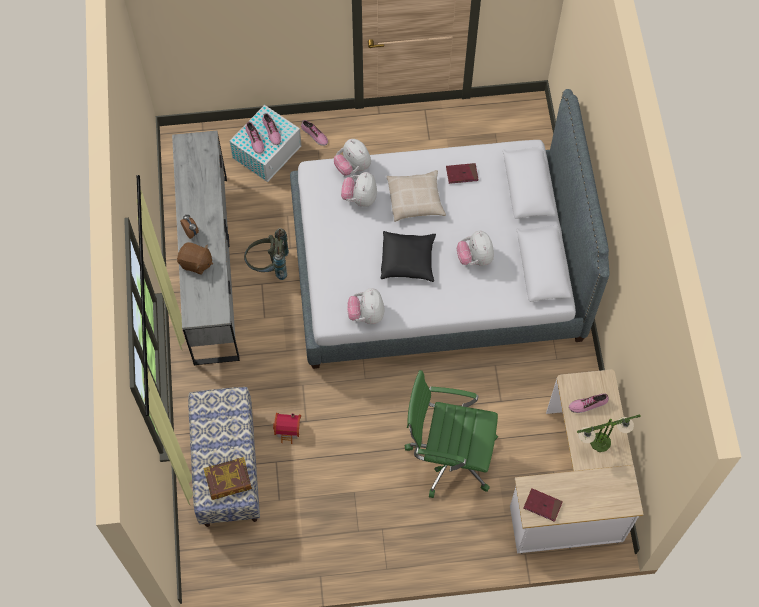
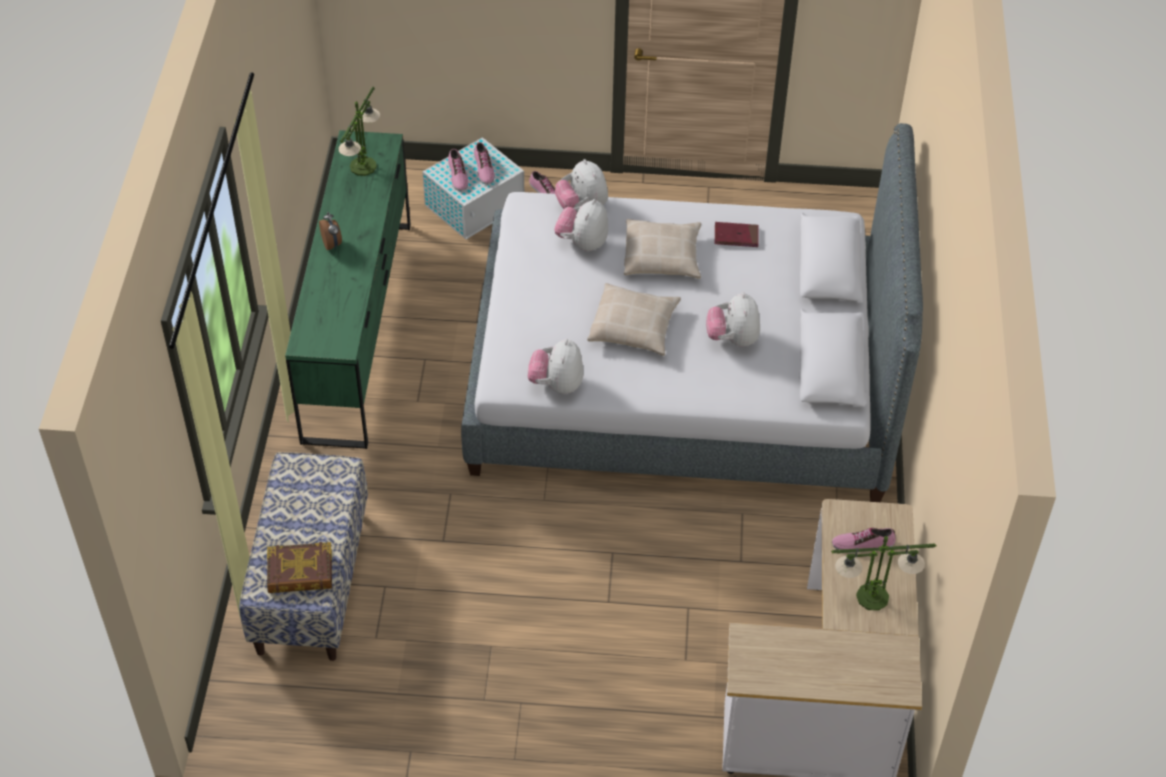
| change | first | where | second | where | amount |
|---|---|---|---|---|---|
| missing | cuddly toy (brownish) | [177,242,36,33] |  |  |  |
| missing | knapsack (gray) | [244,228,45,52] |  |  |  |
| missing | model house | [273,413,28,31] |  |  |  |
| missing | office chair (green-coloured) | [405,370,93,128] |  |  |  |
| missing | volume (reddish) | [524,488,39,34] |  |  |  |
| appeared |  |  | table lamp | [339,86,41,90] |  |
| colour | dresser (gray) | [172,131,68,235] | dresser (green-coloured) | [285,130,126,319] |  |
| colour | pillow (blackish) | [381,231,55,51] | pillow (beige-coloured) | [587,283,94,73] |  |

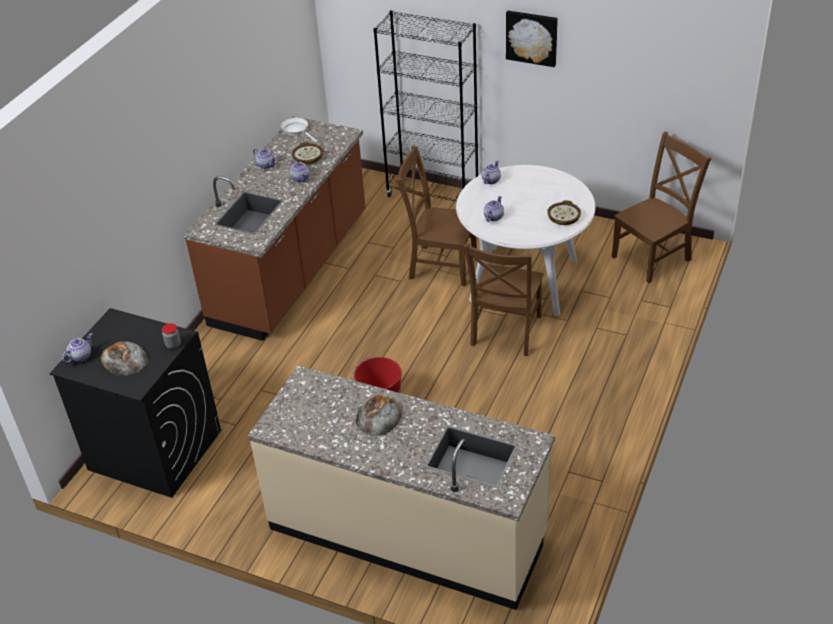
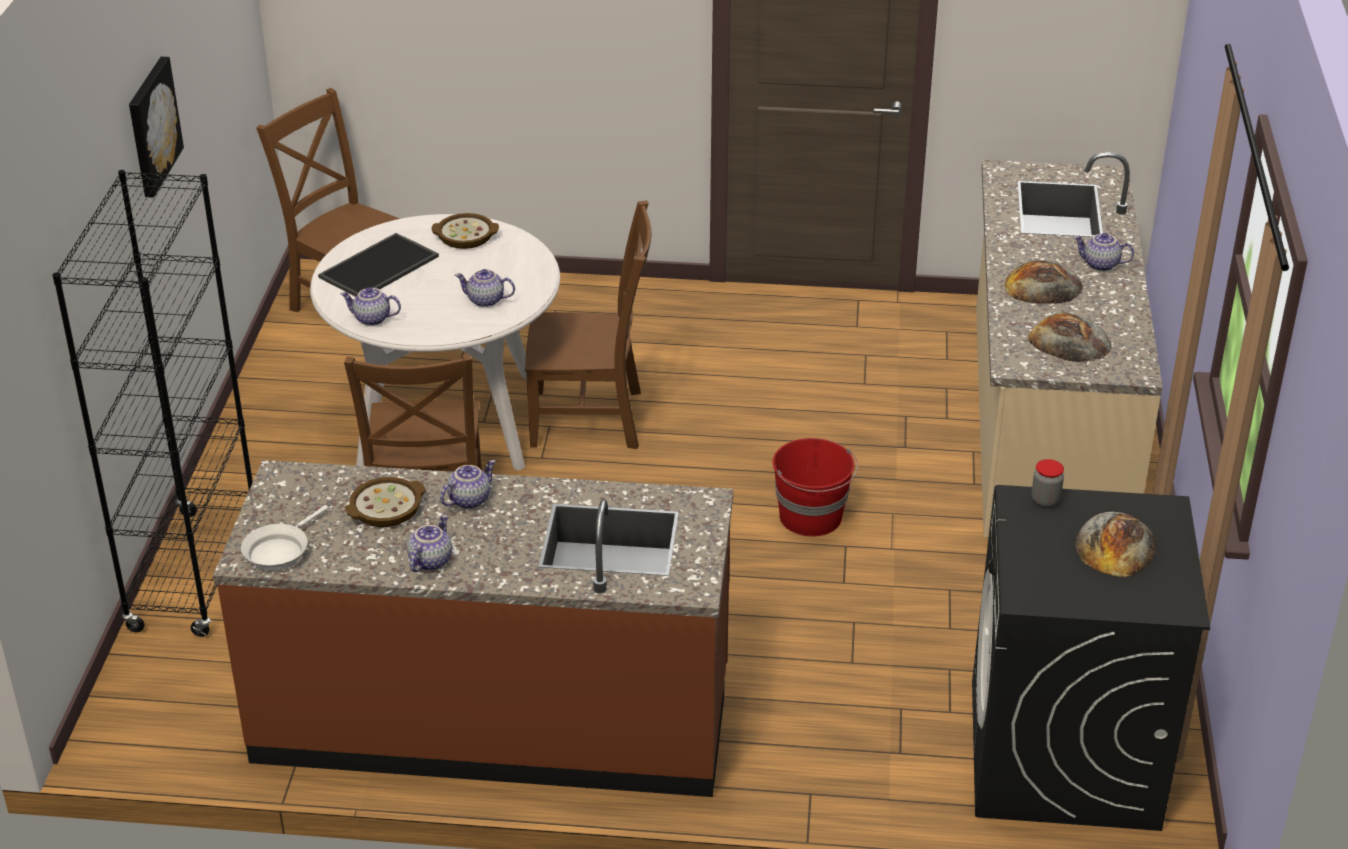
| change | first | where | second | where | amount |
|---|---|---|---|---|---|
| appeared |  |  | tray | [318,233,121,64] |  |
| appeared |  |  | bakery bread | [1028,313,84,49] |  |
| relocated | tea pot | [62,333,30,30] |  | [1074,233,60,38] |  |

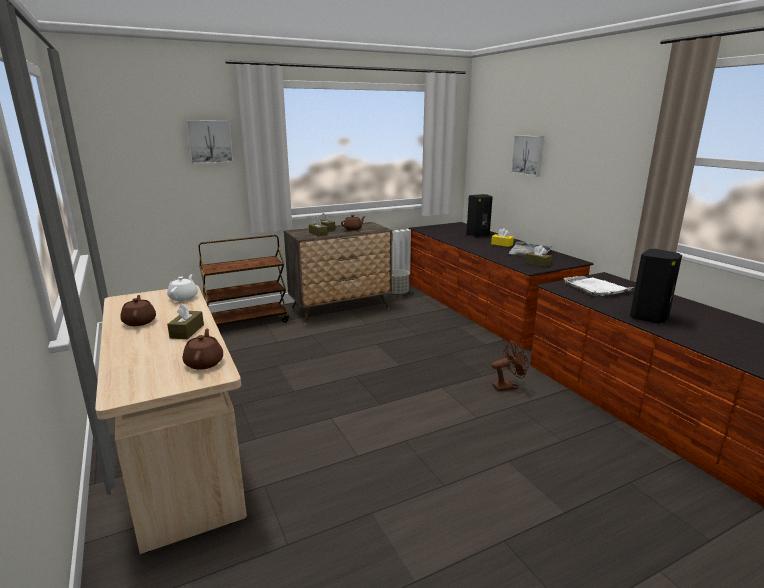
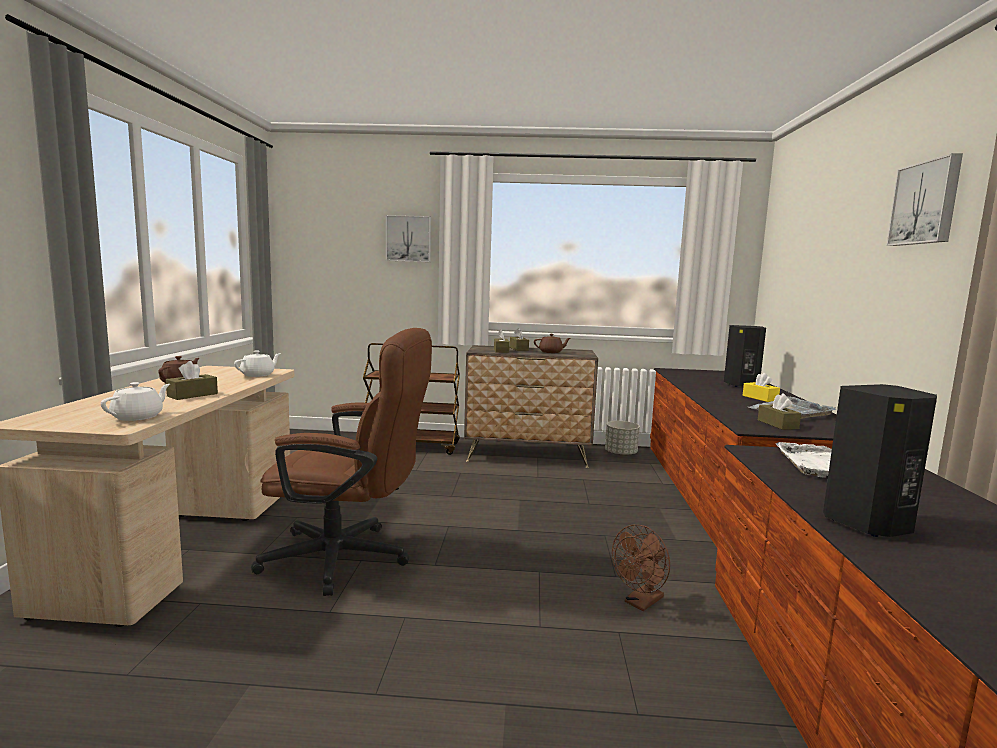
| change | first | where | second | where | amount |
|---|---|---|---|---|---|
| appeared |  |  | office chair (brownish) | [251,328,181,268] |  |
| relocated | picture | [511,135,33,41] |  | [887,153,76,93] |  |
| colour | tea pot (brownish) | [182,329,41,41] | tea pot (white-coloured) | [101,382,69,39] |  |
| spun | cooling fan (brownish) | [492,341,37,50] |  | [612,524,58,87] | 120 degrees clockwise |

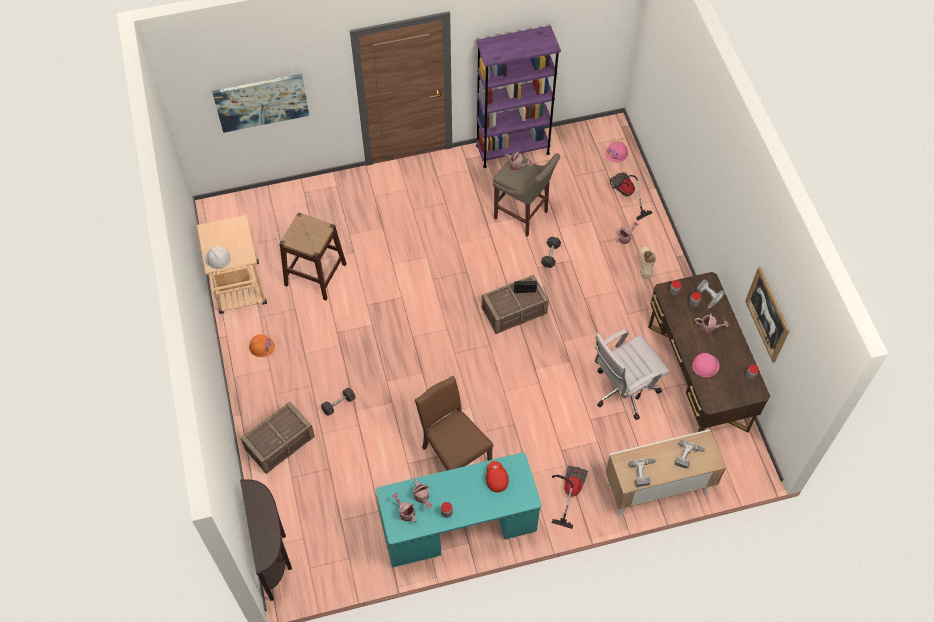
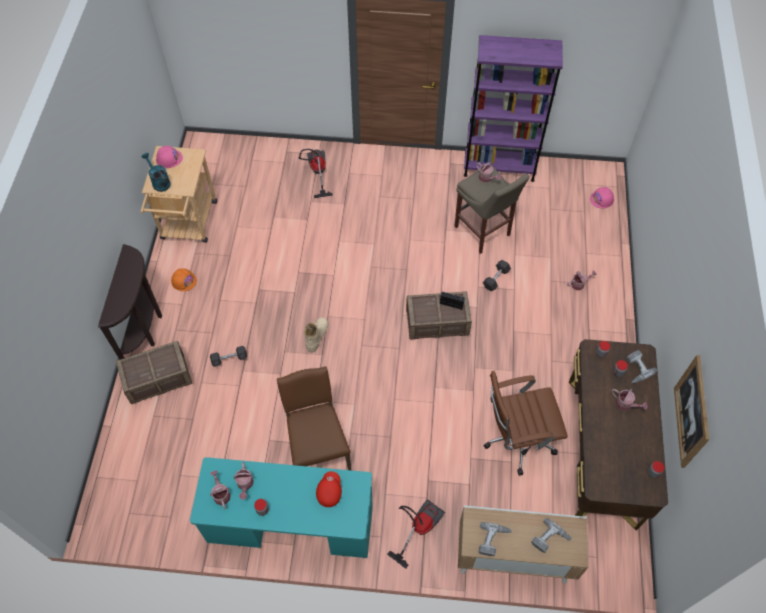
| change | first | where | second | where | amount |
|---|---|---|---|---|---|
| missing | picture | [212,74,97,59] |  |  |  |
| missing | stool (brownish) | [280,212,67,89] |  |  |  |
| relocated | narrow table (brownish) | [240,479,52,122] |  | [98,244,64,116] |  |
| relocated | vacuum cleaner | [609,172,44,49] |  | [299,149,34,49] |  |
| relocated | tall boot (beige-coloured) | [638,246,18,33] |  | [304,317,24,36] |  |
| relocated | safety helmet (pink) | [692,353,28,24] |  | [156,146,27,22] |  |
| exchanged | safety helmet (white-coloured) | [205,246,26,23] | sprinkling can (blue-green) | [142,153,29,39] |  |
| colour | office chair (white-coloured) | [595,329,75,91] | office chair (brownish) | [484,371,84,105] |  |

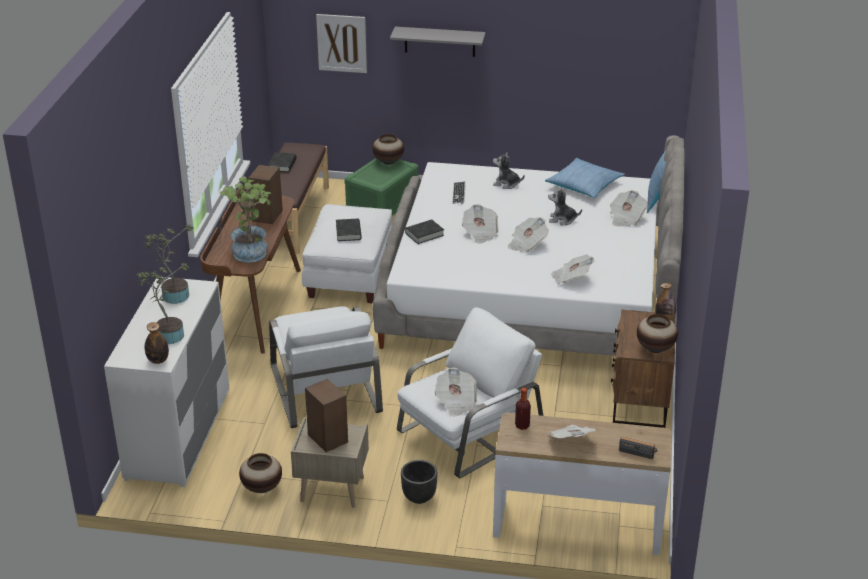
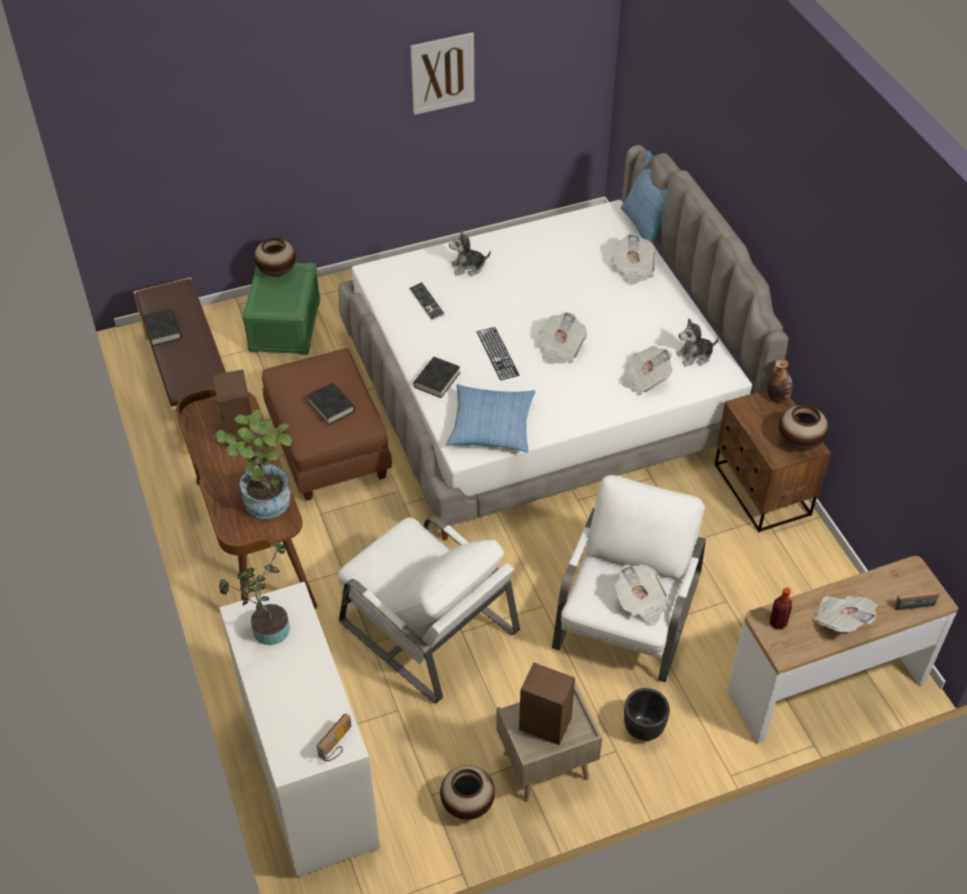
| change | first | where | second | where | amount |
|---|---|---|---|---|---|
| missing | houseplant | [136,263,53,81] |  |  |  |
| missing | shelf (gray) | [390,27,96,30] |  |  |  |
| relocated | picture | [316,14,51,59] |  | [410,32,64,83] |  |
| relocated | pillow | [545,158,80,40] |  | [446,384,89,69] |  |
| relocated | cuddly toy | [548,187,34,38] |  | [676,319,43,48] |  |
| exchanged | beverage bottle | [145,322,24,42] | radio receiver | [317,714,34,47] |  |
| exchanged | daily paper | [462,204,36,40] | keyboard | [476,327,43,54] |  |
| colour | footrest (white-coloured) | [302,204,90,99] | footrest (brownish) | [262,348,130,153] |  |

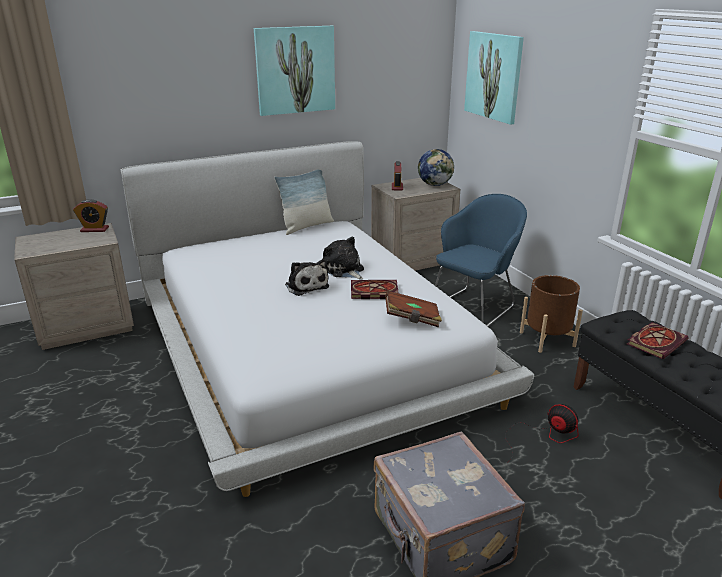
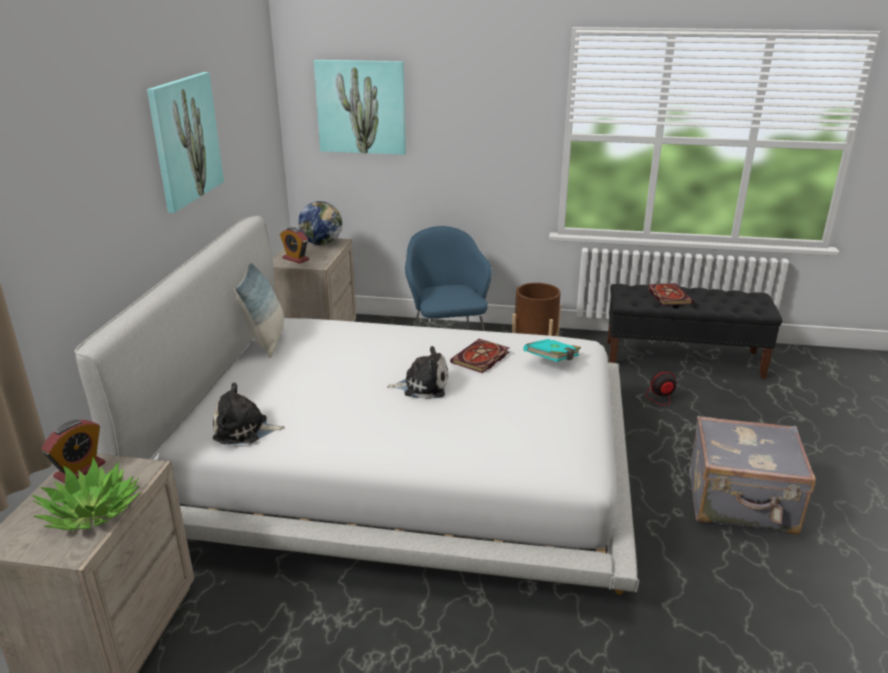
| change | first | where | second | where | amount |
|---|---|---|---|---|---|
| appeared |  |  | houseplant | [31,457,109,73] |  |
| relocated | cuddly toy | [323,237,41,43] |  | [213,382,72,62] |  |
| colour | volume (brownish) | [385,291,57,36] | volume (blue-green) | [524,339,57,23] |  |

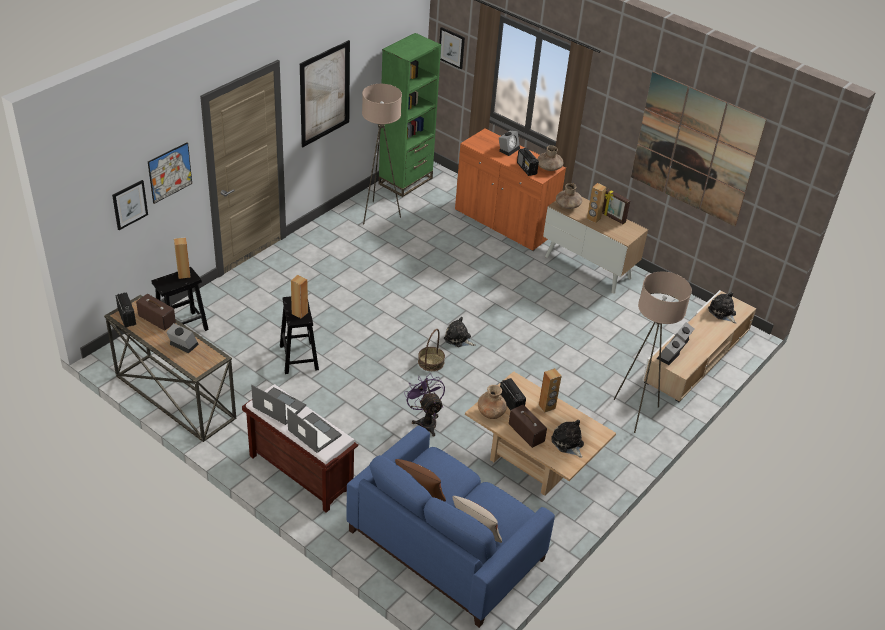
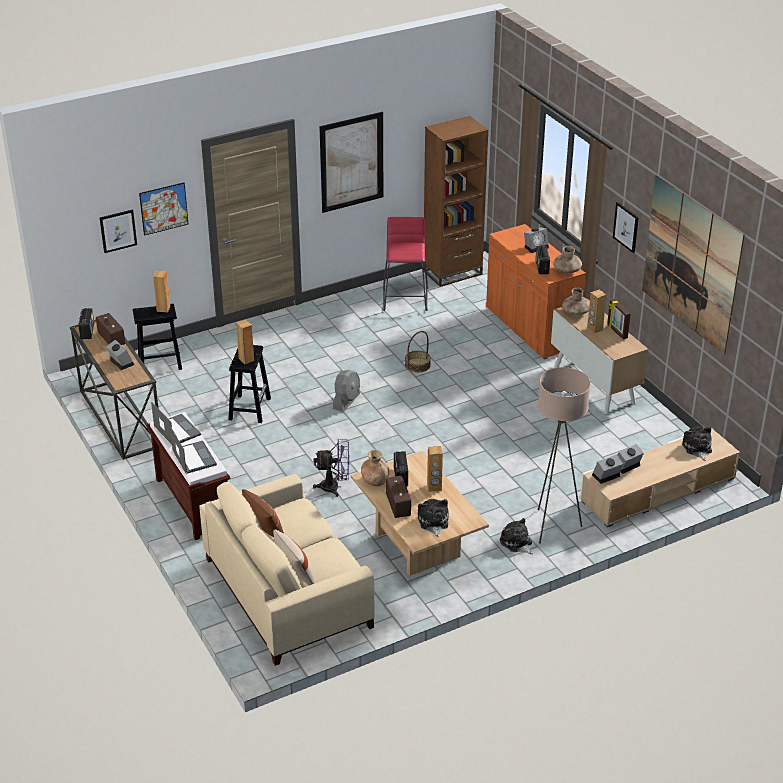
| change | first | where | second | where | amount |
|---|---|---|---|---|---|
| appeared |  |  | cooling fan (gray) | [333,370,27,42] |  |
| relocated | basket | [418,329,27,42] |  | [405,331,26,42] |  |
| relocated | picture | [439,27,26,42] |  | [613,202,26,51] |  |
| relocated | cuddly toy | [444,317,32,30] |  | [500,518,33,36] |  |
| exchanged | standing lamp (beige-coloured) | [362,84,40,140] | stool (reddish) | [383,217,45,94] |  |
| colour | couch (bluish) | [347,426,208,202] | couch (beige-coloured) | [199,474,175,192] |  |
| colour | bookcase (green-coloured) | [378,33,63,164] | bookcase (brownish) | [423,116,65,171] |  |
| spun | cooling fan (purple) | [404,373,41,63] |  | [313,439,36,58] | 90 degrees clockwise |

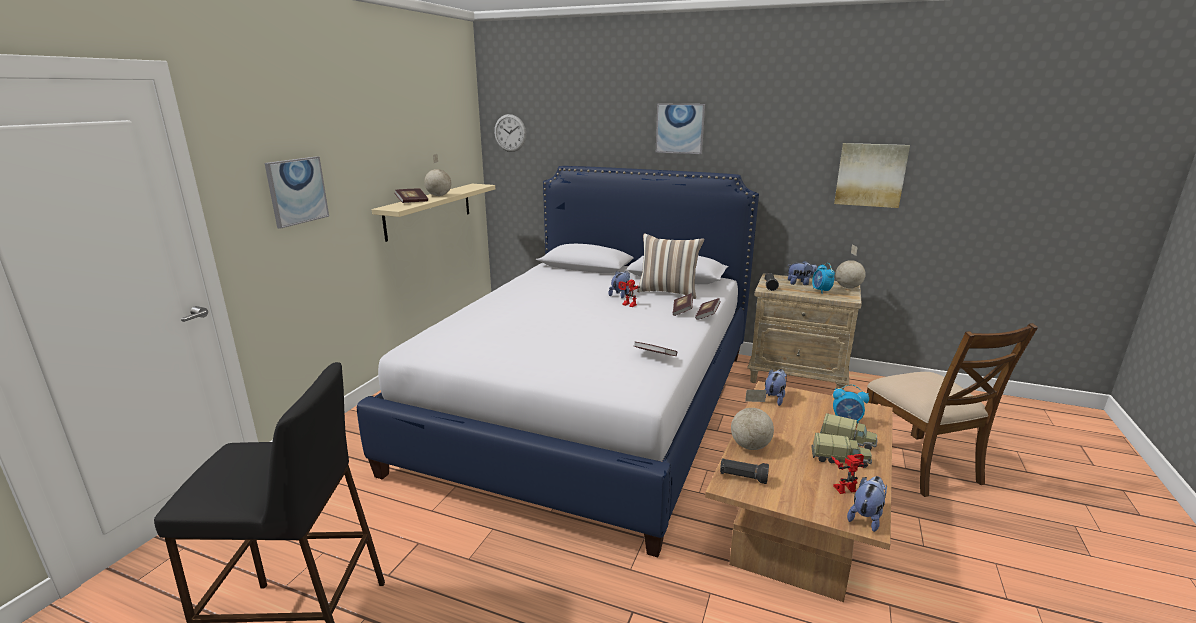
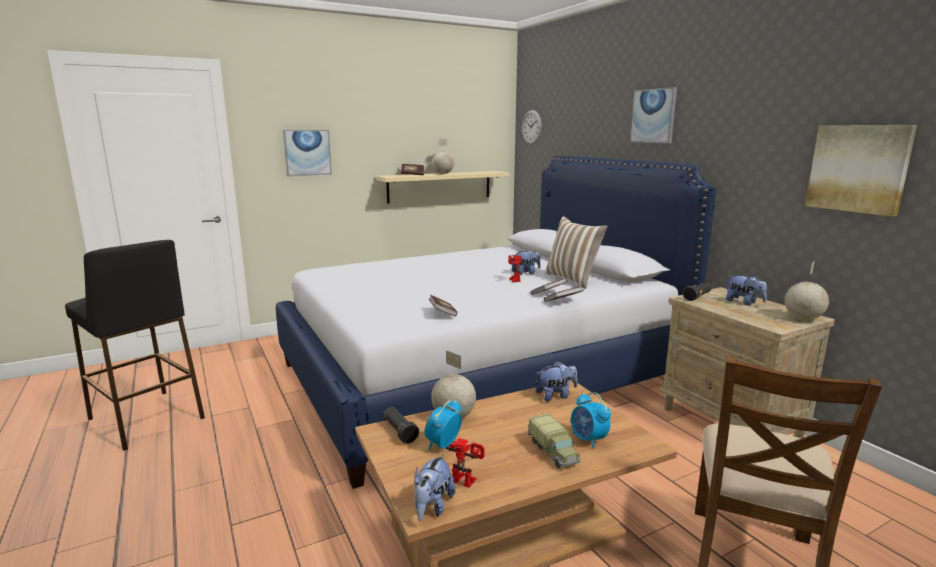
| change | first | where | second | where | amount |
|---|---|---|---|---|---|
| missing | toy lorry | [811,433,61,35] |  |  |  |
| relocated | bedside clock | [812,263,23,31] |  | [425,400,37,50] |  |
| spun | cuddly toy | [847,476,40,56] |  | [414,454,42,67] | 120 degrees clockwise |

